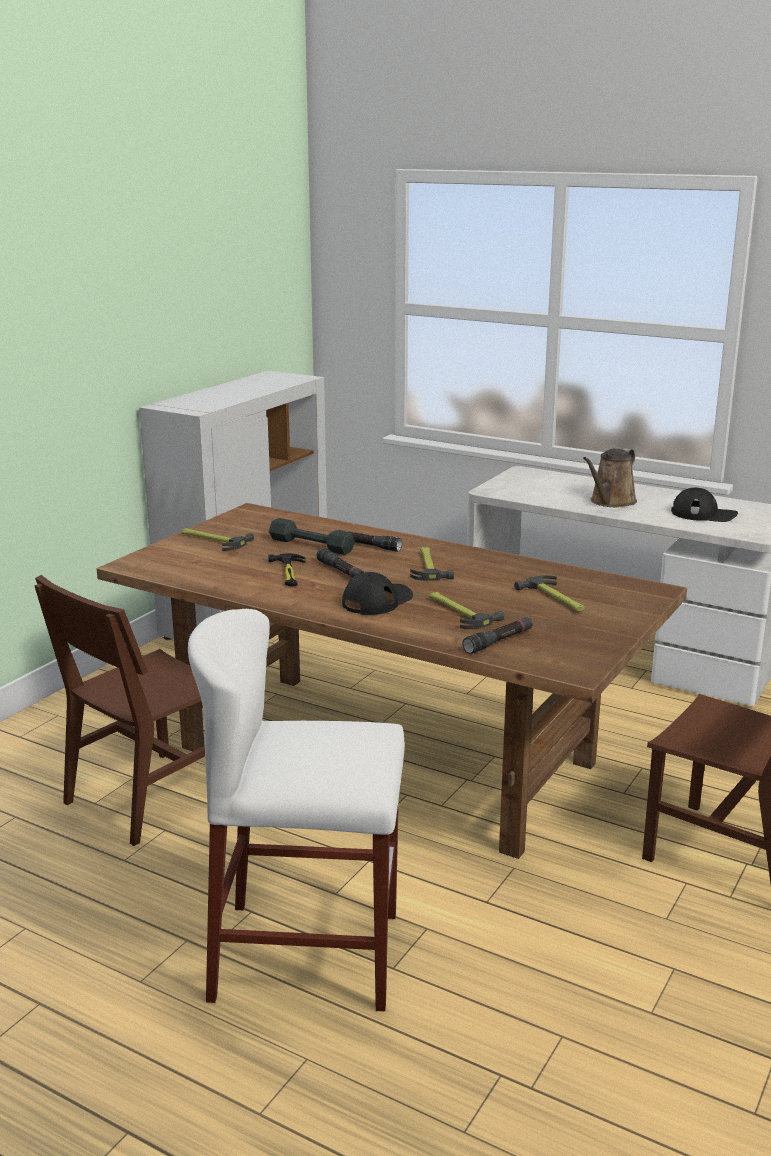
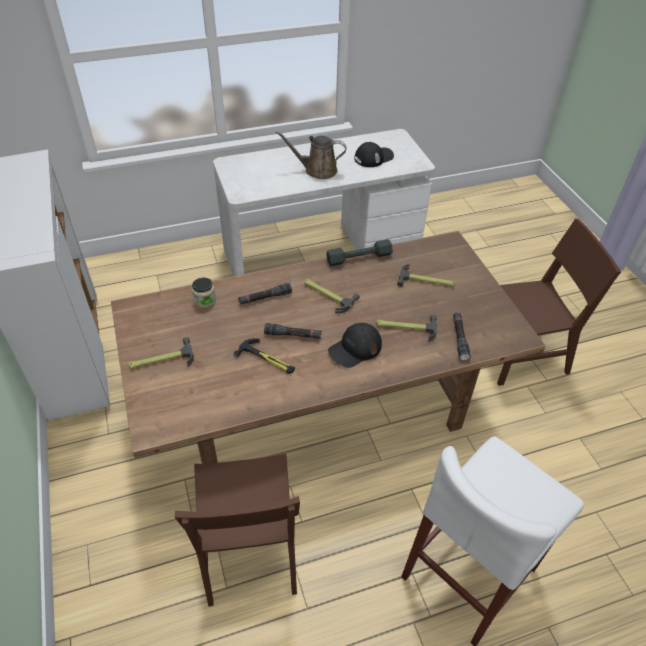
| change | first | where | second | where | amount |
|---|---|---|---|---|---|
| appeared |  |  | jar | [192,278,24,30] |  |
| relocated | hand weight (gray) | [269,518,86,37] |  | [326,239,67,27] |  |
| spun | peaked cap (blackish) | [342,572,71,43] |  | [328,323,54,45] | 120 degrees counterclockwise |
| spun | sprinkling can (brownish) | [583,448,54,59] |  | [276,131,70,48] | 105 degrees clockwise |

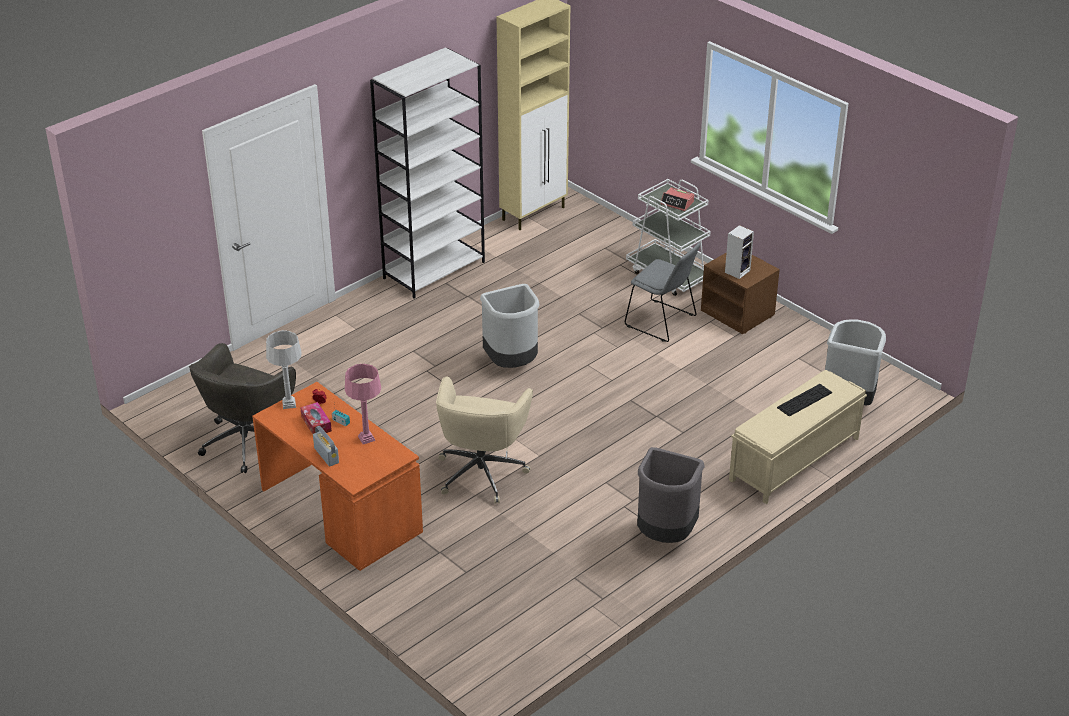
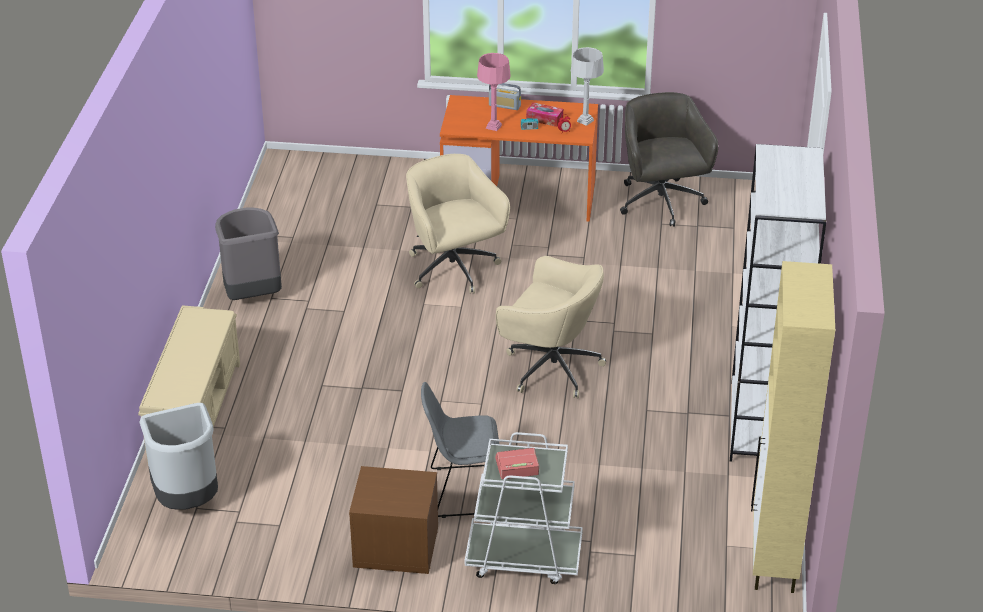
| change | first | where | second | where | amount |
|---|---|---|---|---|---|
| missing | speaker | [725,225,29,54] |  |  |  |
| missing | keyboard | [777,384,55,33] |  |  |  |
| exchanged | trash can (gray) | [480,284,60,84] | office chair (beige-coloured) | [496,256,110,142] |  |

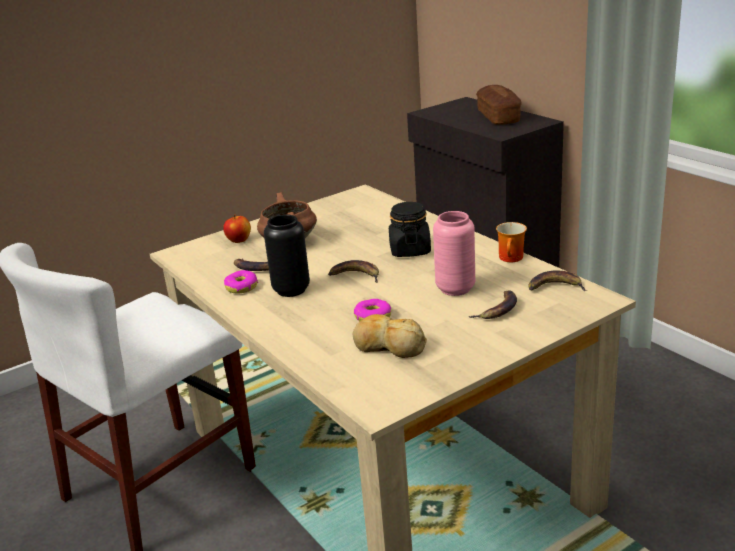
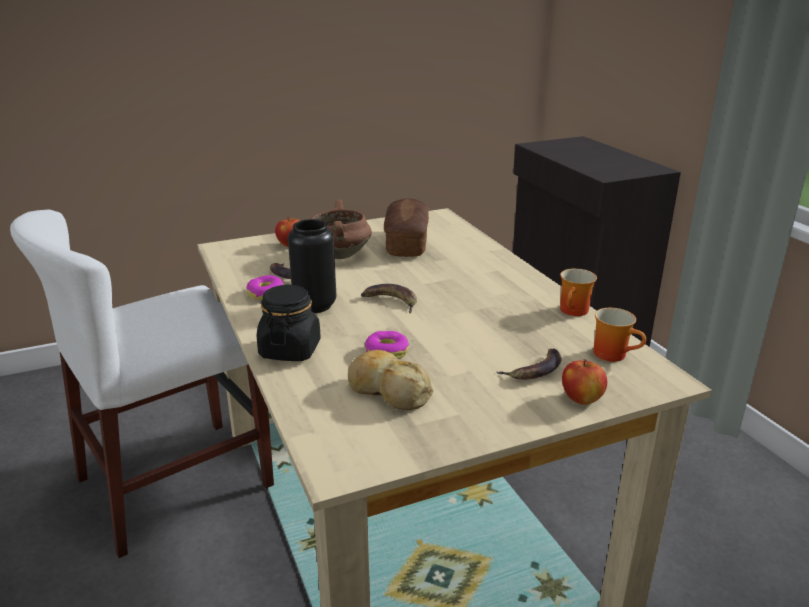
| change | first | where | second | where | amount |
|---|---|---|---|---|---|
| missing | flower vase (pink) | [433,211,42,85] |  |  |  |
| appeared |  |  | whole apple | [562,359,45,46] |  |
| relocated | jar (blackish) | [389,202,42,55] |  | [257,285,64,76] |  |
| relocated | bakery bread | [476,85,46,40] |  | [384,198,45,59] |  |
| exchanged | banana | [528,271,59,20] | tea mug | [593,308,53,54] |  |

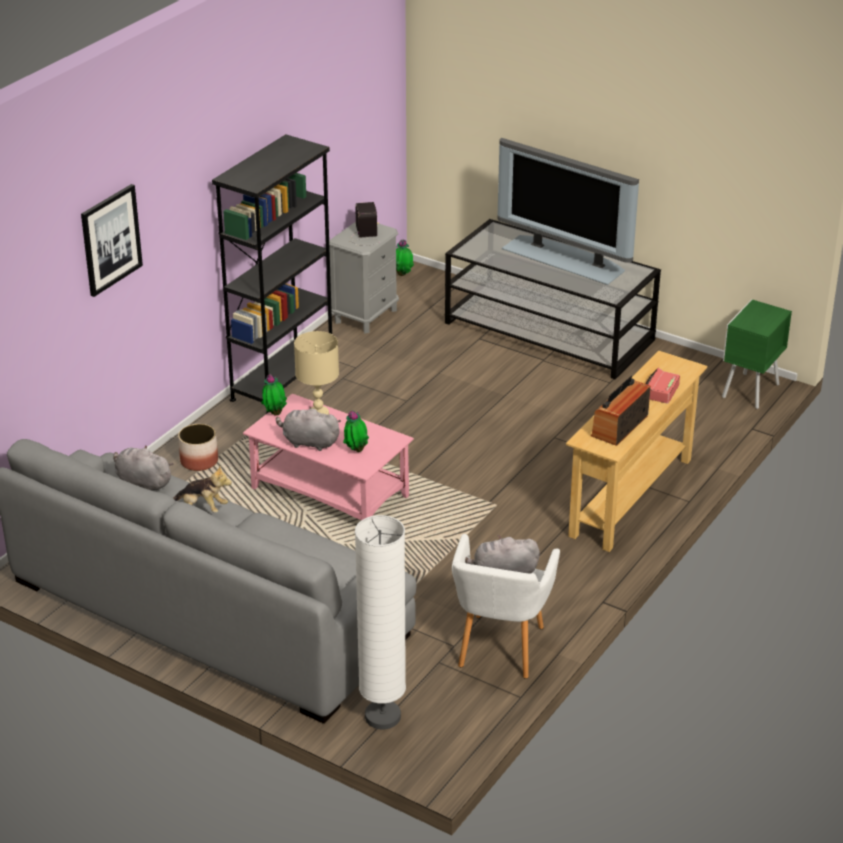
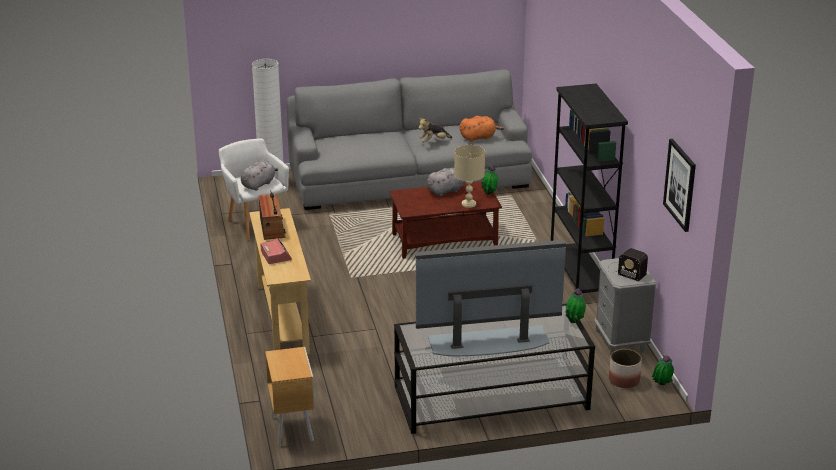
| change | first | where | second | where | amount |
|---|---|---|---|---|---|
| relocated | picture | [81,184,62,113] |  | [663,139,33,93] |  |
| relocated | plant pot | [178,424,40,47] |  | [609,349,33,39] |  |
| relocated | houseplant | [343,411,26,41] |  | [566,288,20,35] |  |
| colour | cuddly toy (gray) | [114,445,60,46] | cuddly toy (orange) | [460,116,44,26] |  |
| colour | coffee table (pink) | [243,393,171,127] | coffee table (brownish) | [389,181,113,78] |  |
| colour | nightstand (green-coloured) | [722,299,70,110] | nightstand (brownish) | [265,347,50,99] |  |

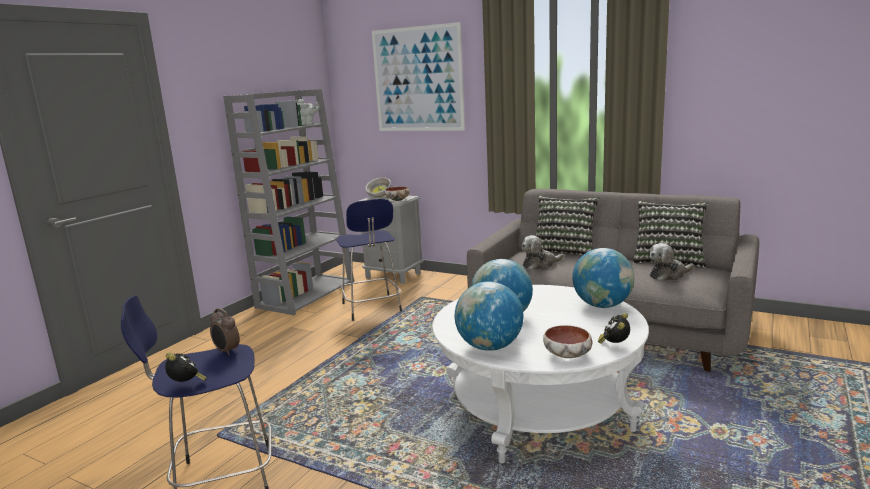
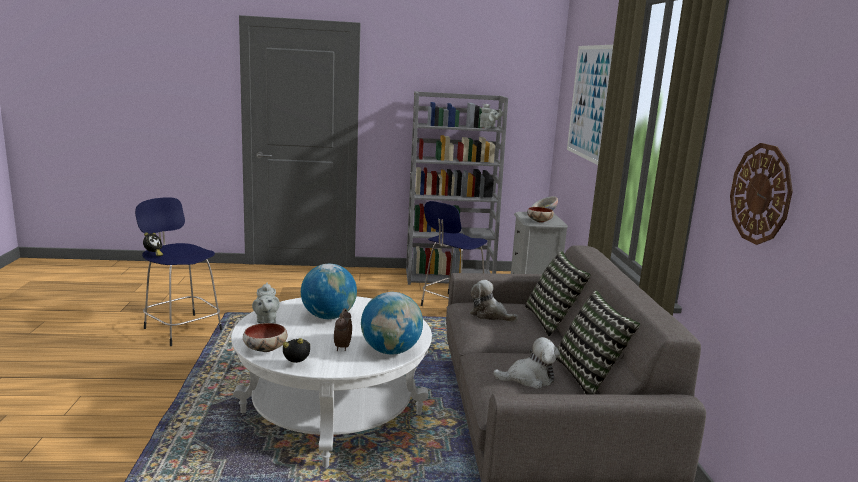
| change | first | where | second | where | amount |
|---|---|---|---|---|---|
| appeared |  |  | wall clock | [730,143,63,102] |  |
| relocated | bedside clock | [210,308,30,47] |  | [334,308,18,43] |  |
| exchanged | world globe | [455,282,68,69] | tea pot (gray) | [252,283,28,41] |  |
| spun | cuddly toy | [650,243,44,38] |  | [493,337,67,52] | 135 degrees clockwise |

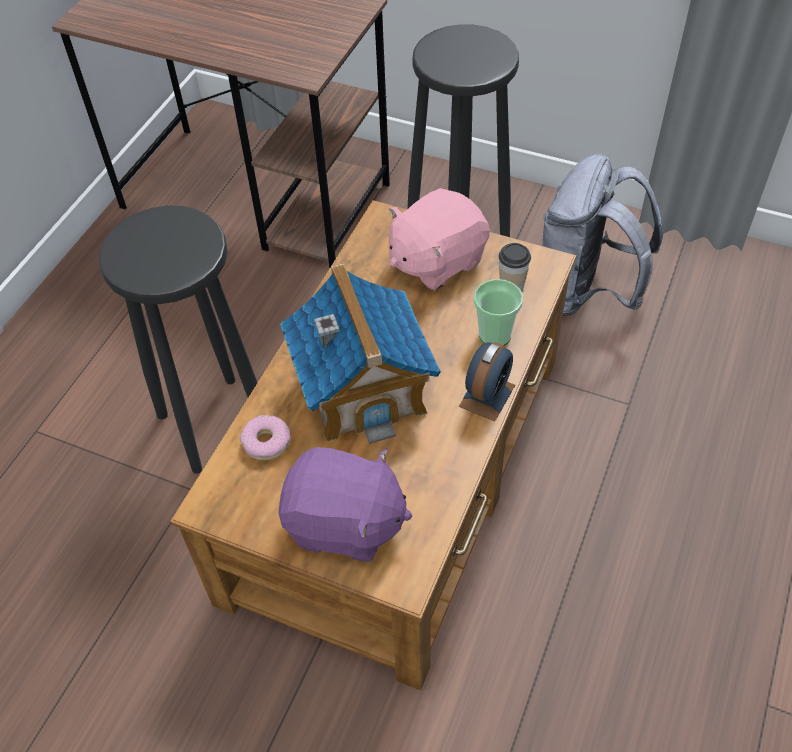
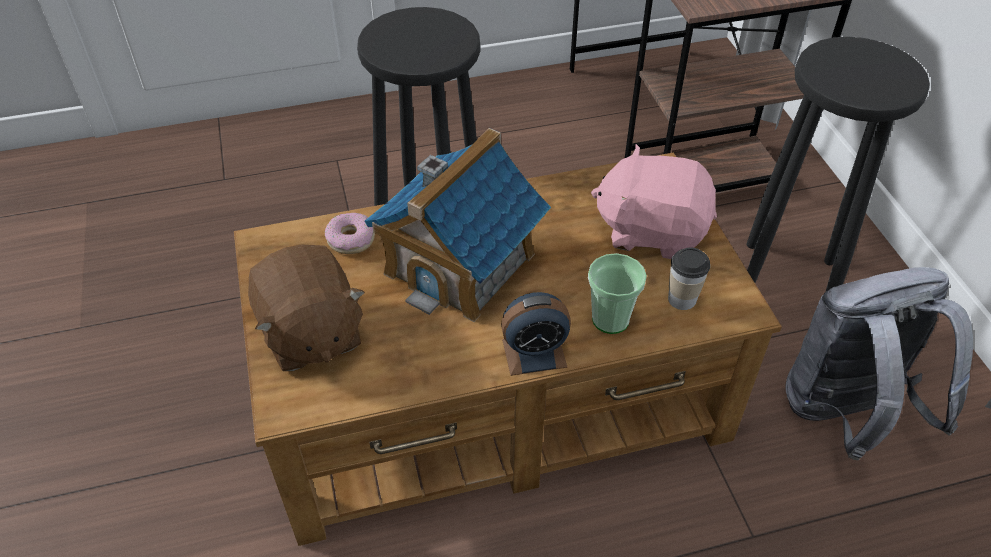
| change | first | where | second | where | amount |
|---|---|---|---|---|---|
| colour | cuddly toy (purple) | [278,447,135,115] | cuddly toy (brownish) | [248,245,117,126] |  |

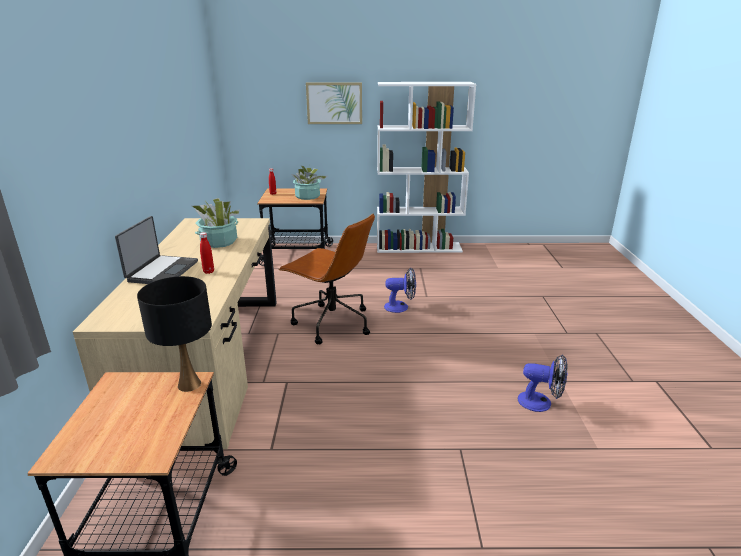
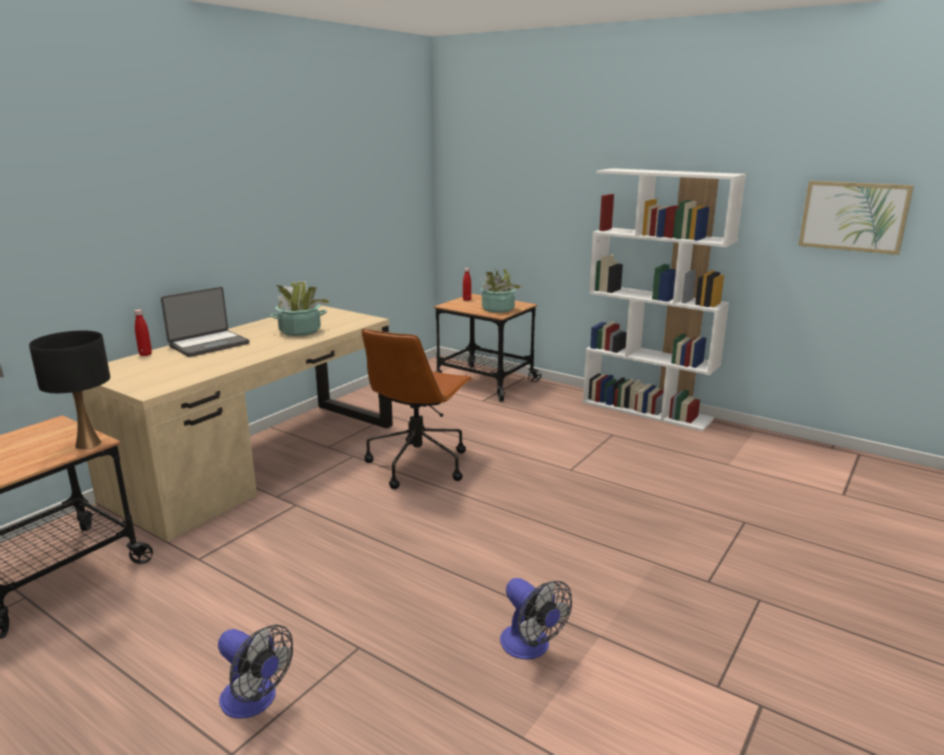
| change | first | where | second | where | amount |
|---|---|---|---|---|---|
| relocated | beverage bottle (reddish) | [200,232,14,42] |  | [134,310,18,46] |  |
| relocated | picture | [306,82,56,42] |  | [798,181,116,74] |  |
| relocated | cooling fan | [384,268,32,45] |  | [218,624,75,95] |  |
| spun | office chair (brownish) | [279,213,96,131] |  | [362,329,111,160] | 45 degrees clockwise |

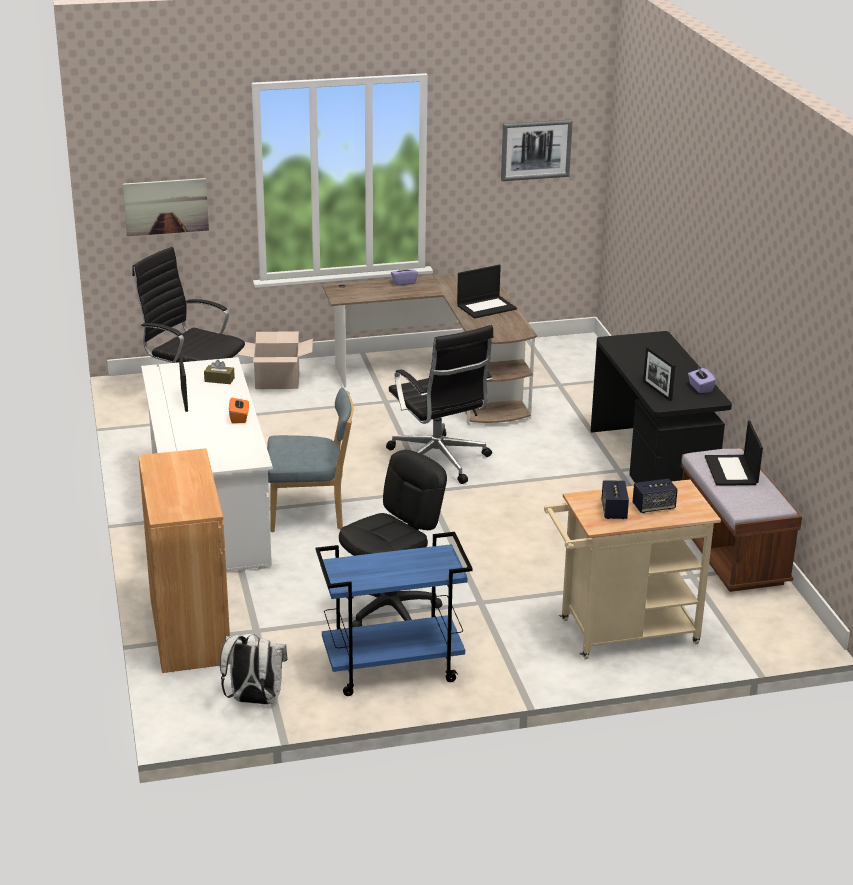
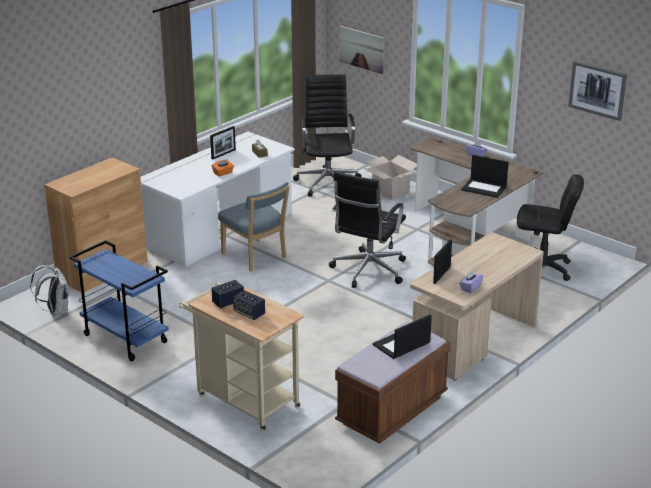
| change | first | where | second | where | amount |
|---|---|---|---|---|---|
| relocated | office chair (blackish) | [339,450,108,177] |  | [517,174,67,107] |  |
| colour | desk table (blackish) | [591,331,141,152] | desk table (beige-coloured) | [410,233,134,148] |  |

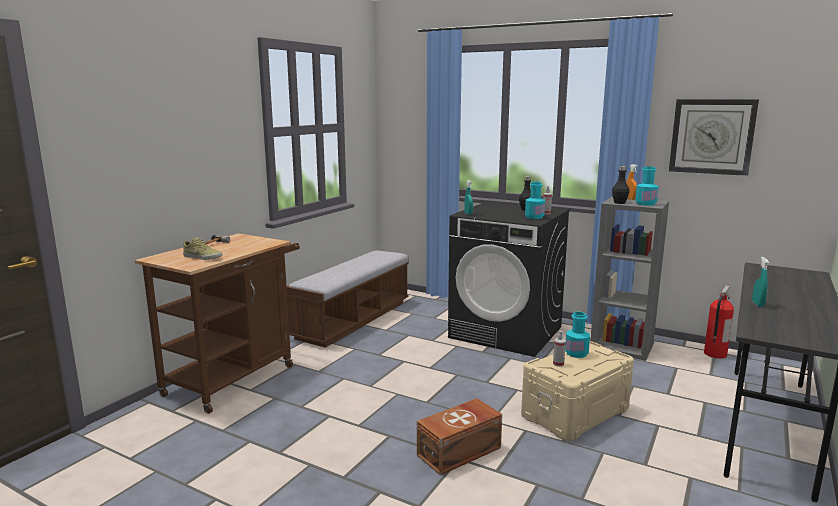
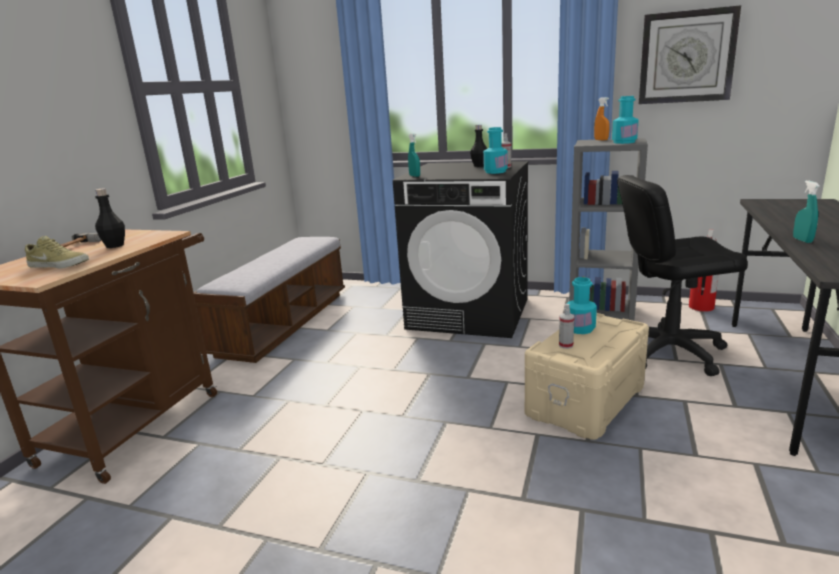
| change | first | where | second | where | amount |
|---|---|---|---|---|---|
| missing | storage box (brownish) | [417,398,85,77] |  |  |  |
| appeared |  |  | office chair (blackish) | [617,175,131,201] |  |
| relocated | beverage bottle (blackish) | [612,166,18,38] |  | [95,189,30,59] |  |

